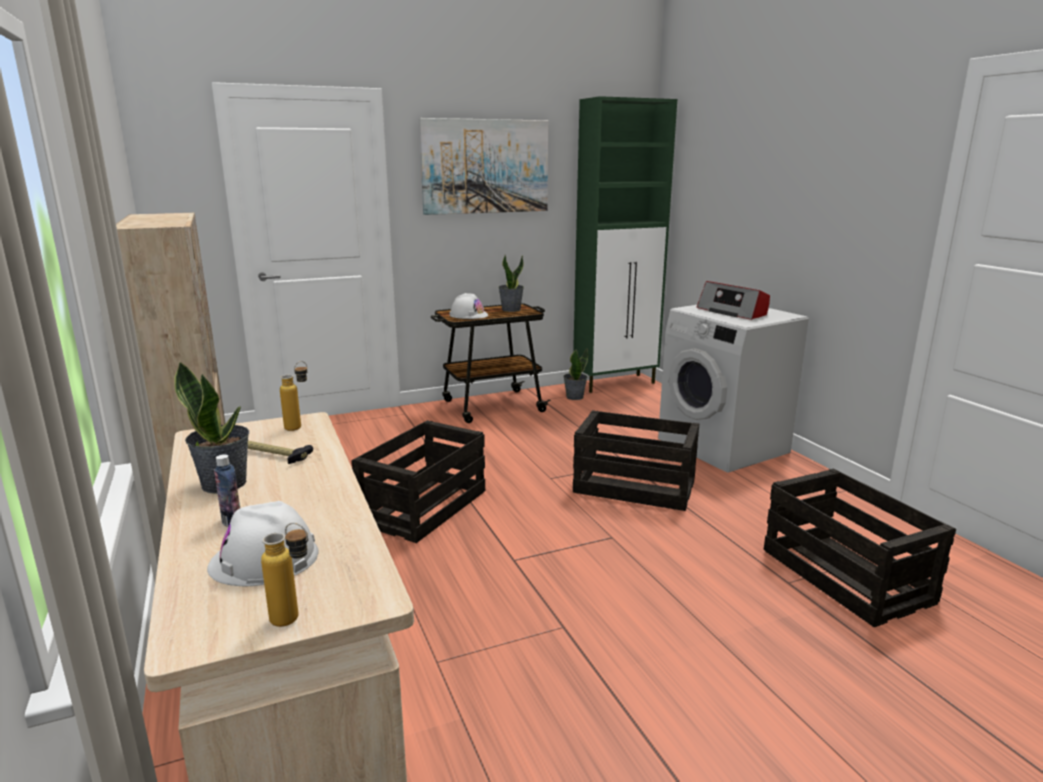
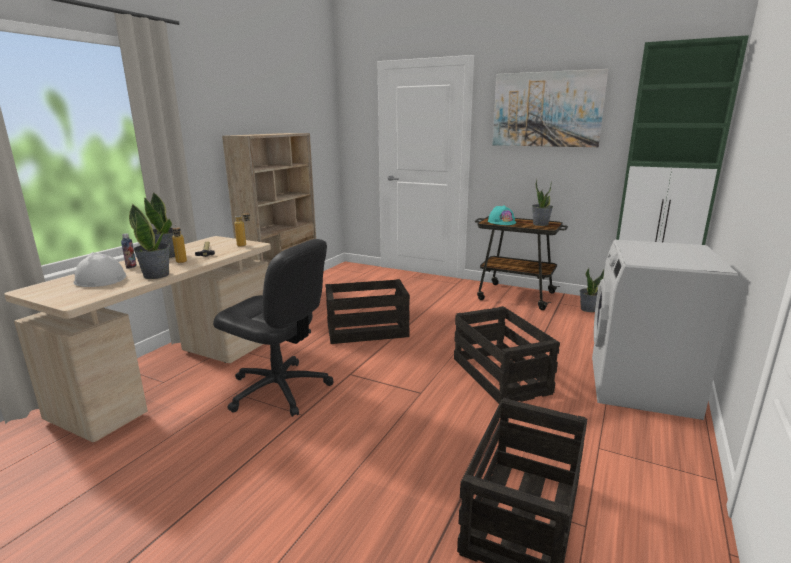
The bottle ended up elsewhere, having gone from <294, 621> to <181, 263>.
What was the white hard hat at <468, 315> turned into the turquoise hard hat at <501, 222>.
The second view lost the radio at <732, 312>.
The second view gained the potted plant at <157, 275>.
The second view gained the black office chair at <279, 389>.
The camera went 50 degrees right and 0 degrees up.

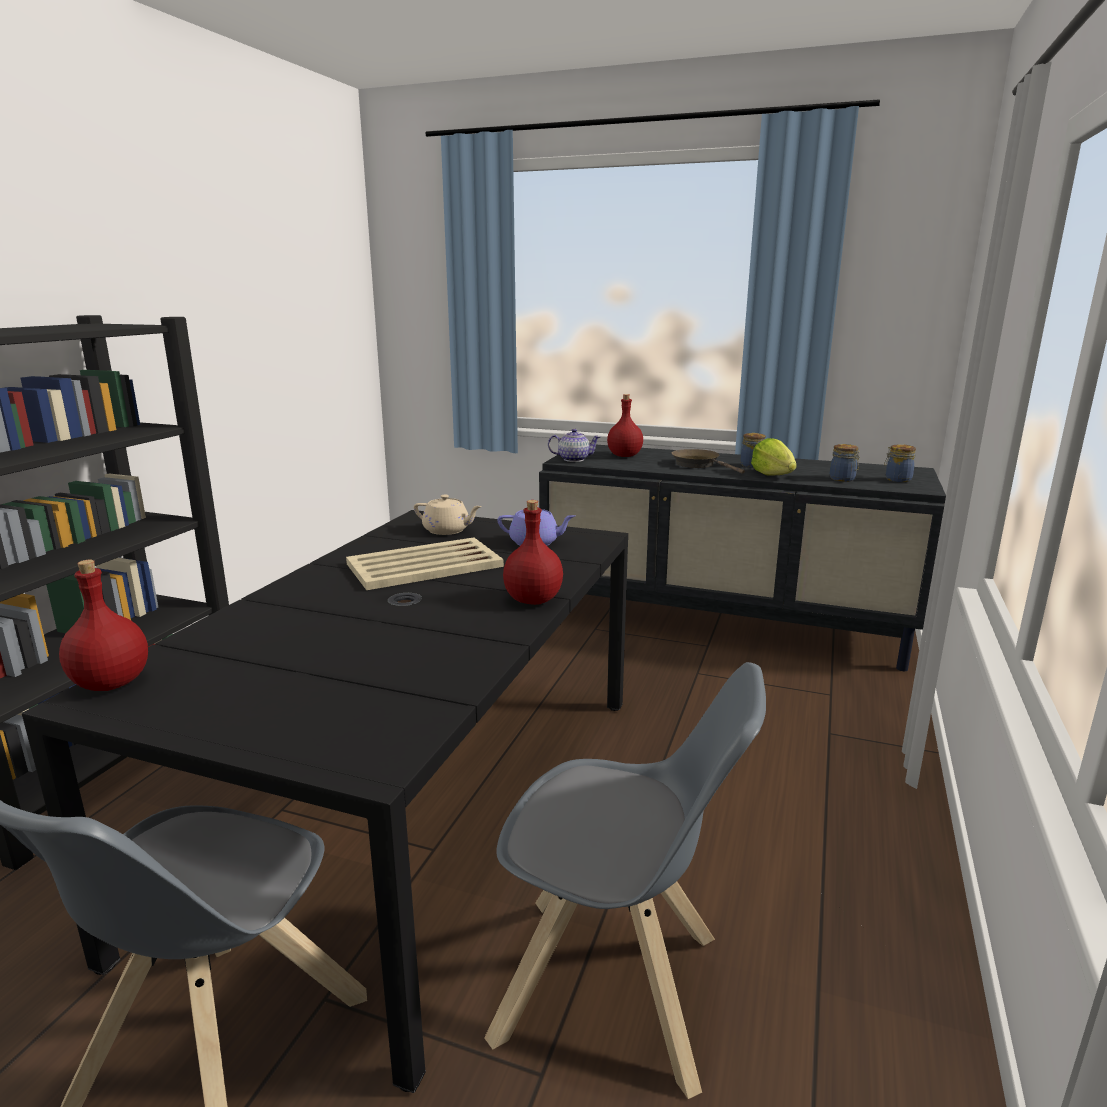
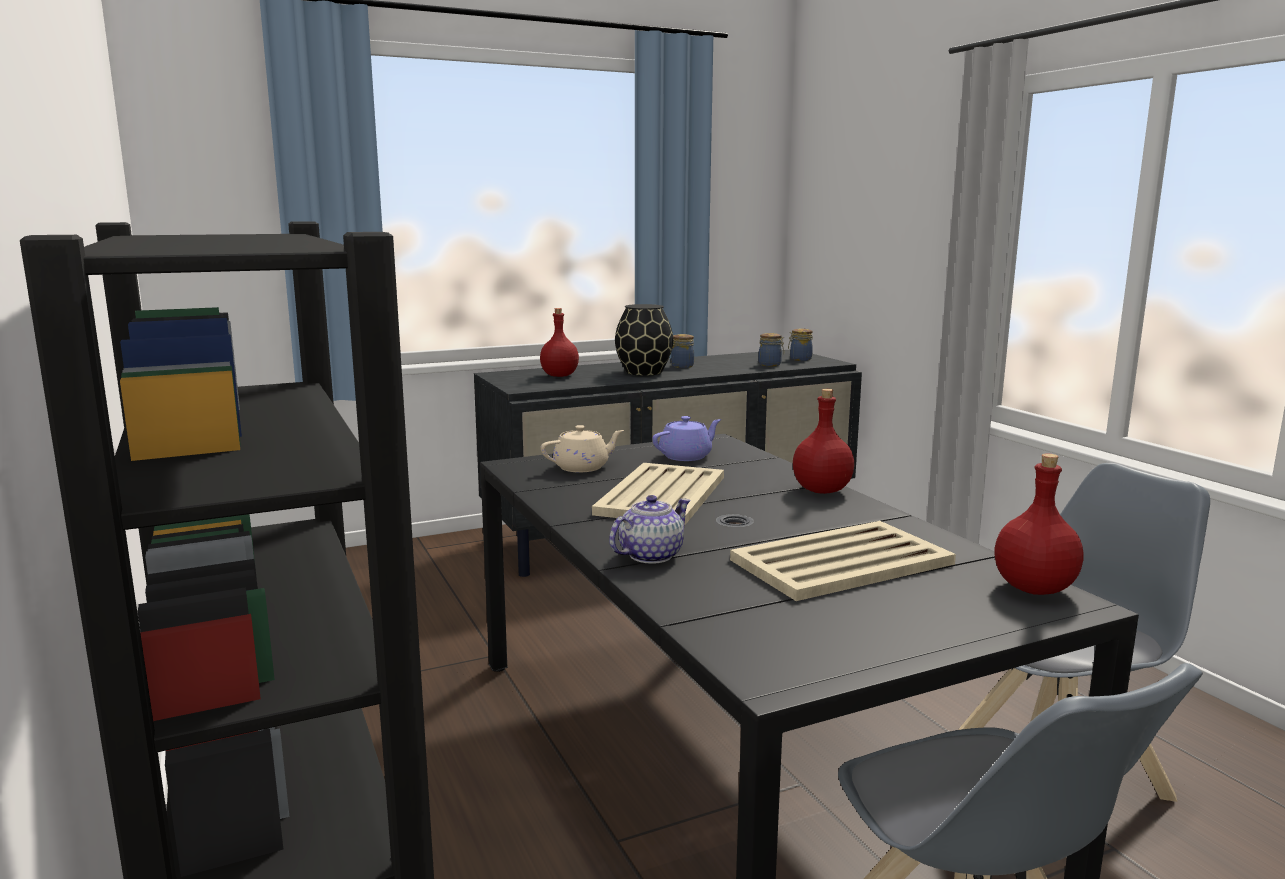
The red bottle ended up elsewhere, having gone from <111, 684> to <1035, 588>.
The teapot ended up elsewhere, having gone from <573, 459> to <650, 555>.
Where the brown frying pan stood at <698, 464>, the black vase came to stand at <643, 372>.
The second view lost the lettuce at <773, 475>.
The second view gained the beige tray at <839, 562>.
The camera went 45 degrees left and 5 degrees down.

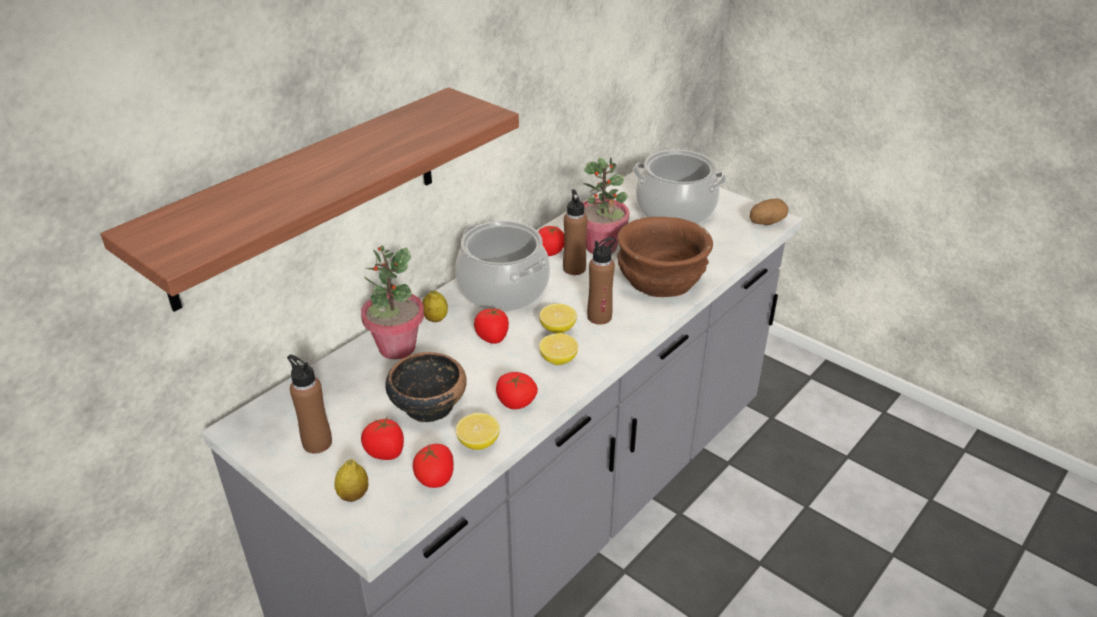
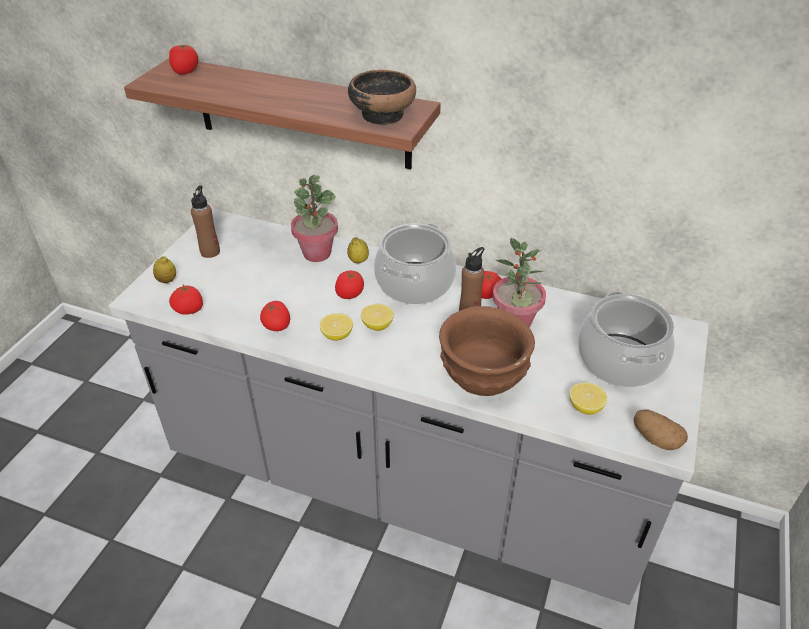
The tomato ended up elsewhere, having gone from <385, 452> to <185, 71>.
The bowl ended up elsewhere, having gone from <428, 405> to <382, 115>.
The lemon ended up elsewhere, having gone from <478, 443> to <585, 407>.
The second view lost the brown bottle at <599, 317>.
The camera went 70 degrees right and 5 degrees up.

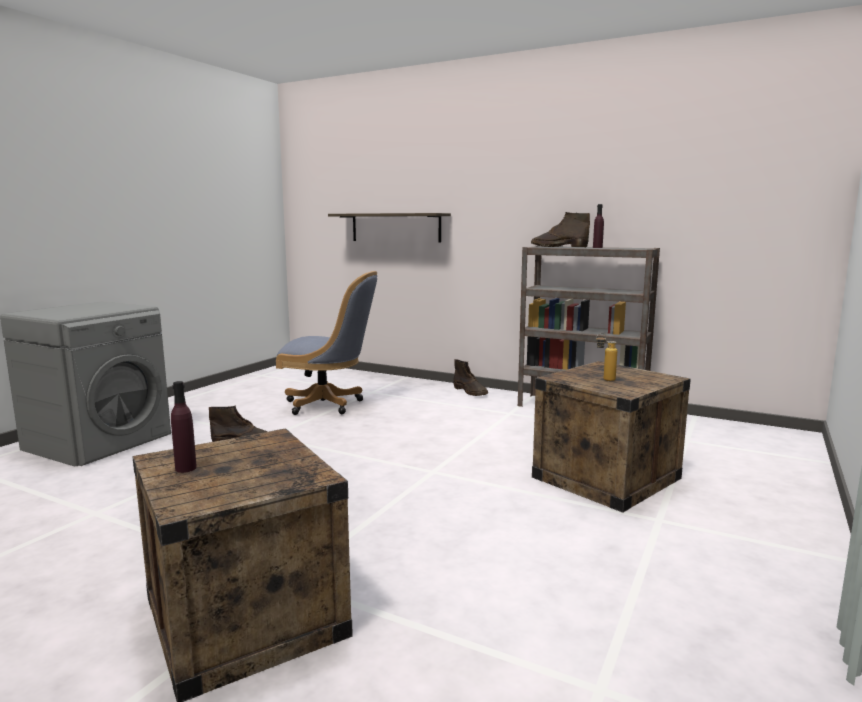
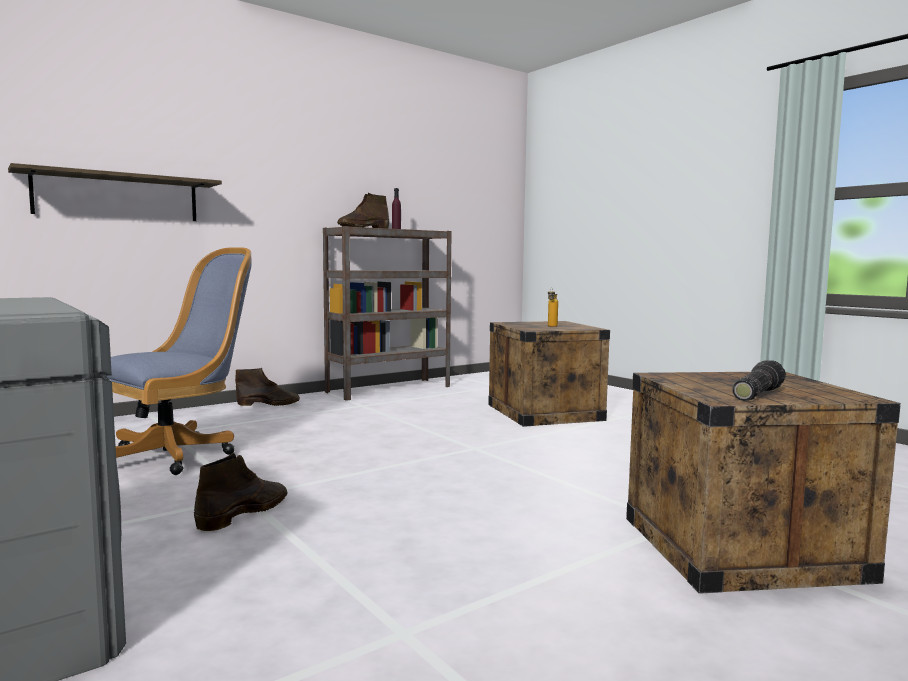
Where the purple bottle stood at <186, 468>, the flashlight came to stand at <755, 394>.
The camera went 65 degrees left and 5 degrees down.

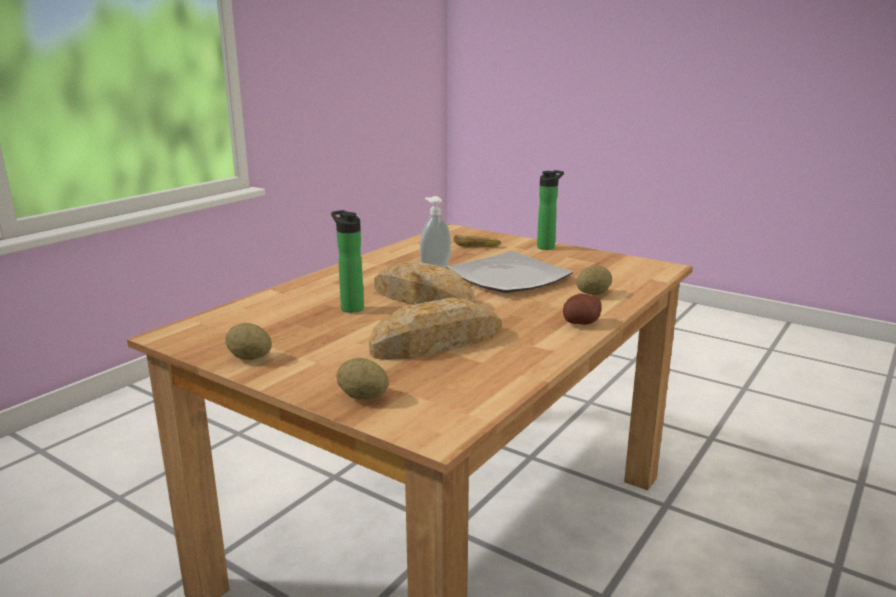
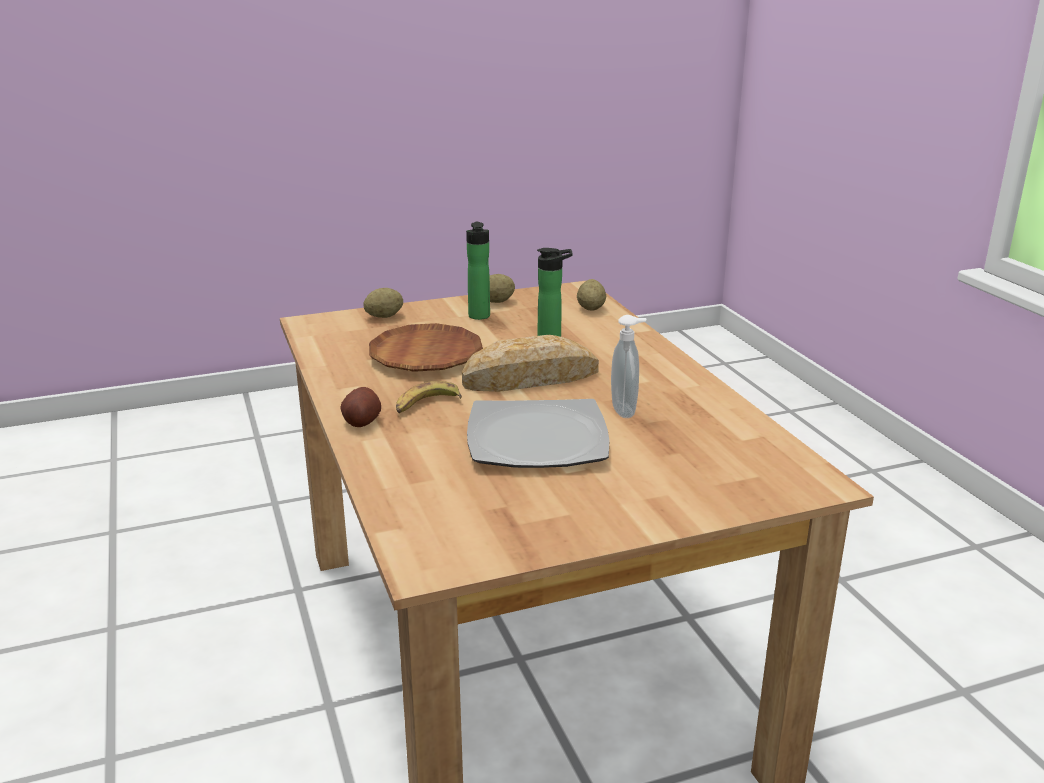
Where the bread stood at <437, 342>, the brown plate came to stand at <426, 356>.
The banana ended up elsewhere, having gone from <476, 245> to <426, 405>.
The bottle ended up elsewhere, having gone from <547, 247> to <479, 317>.
The potato ended up elsewhere, having gone from <593, 294> to <591, 308>.
The camera went 125 degrees right and 5 degrees up.

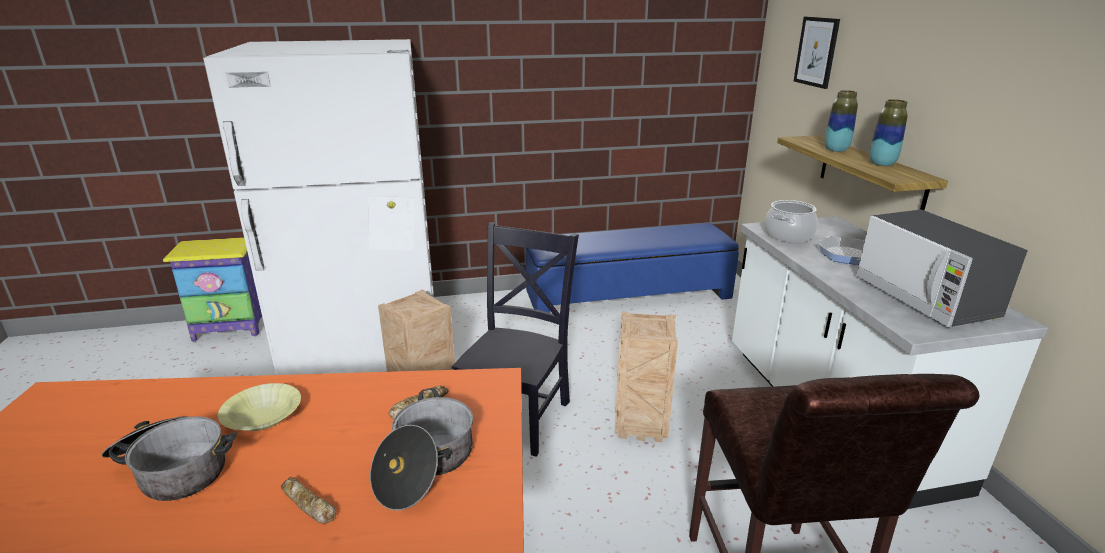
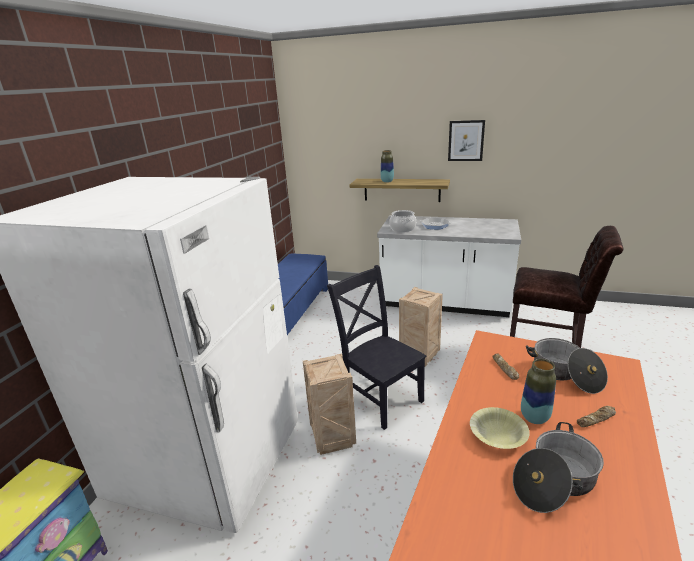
The picture ended up elsewhere, having gone from <816, 52> to <466, 140>.
The second view lost the microwave at <925, 298>.
The vase ended up elsewhere, having gone from <882, 164> to <534, 418>.
The camera went 60 degrees left and 0 degrees up.

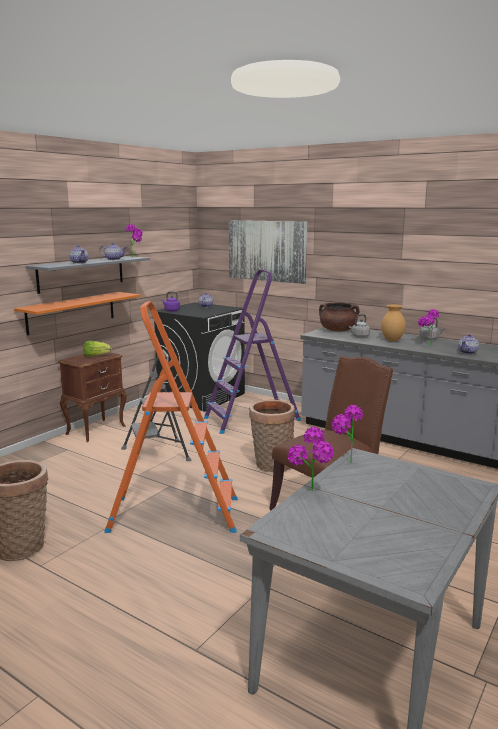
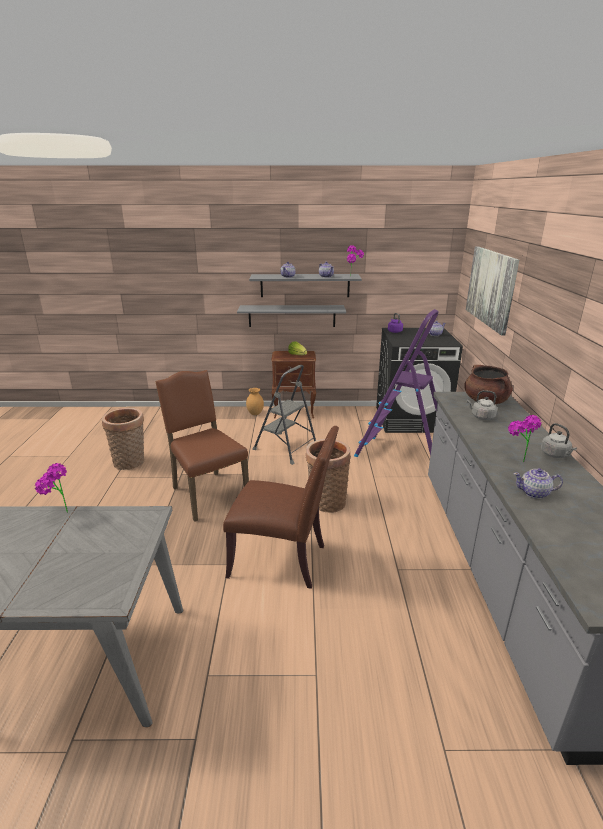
What was the orange shelf at <71, 312> turned into the grey shelf at <292, 316>.
Where the orange step ladder stood at <175, 514>, the brown chair came to stand at <207, 493>.
The second view lost the potted plant at <343, 462>.
The brown vase ended up elsewhere, having gone from <392, 340> to <255, 414>.
The camera went 55 degrees right and 10 degrees up.

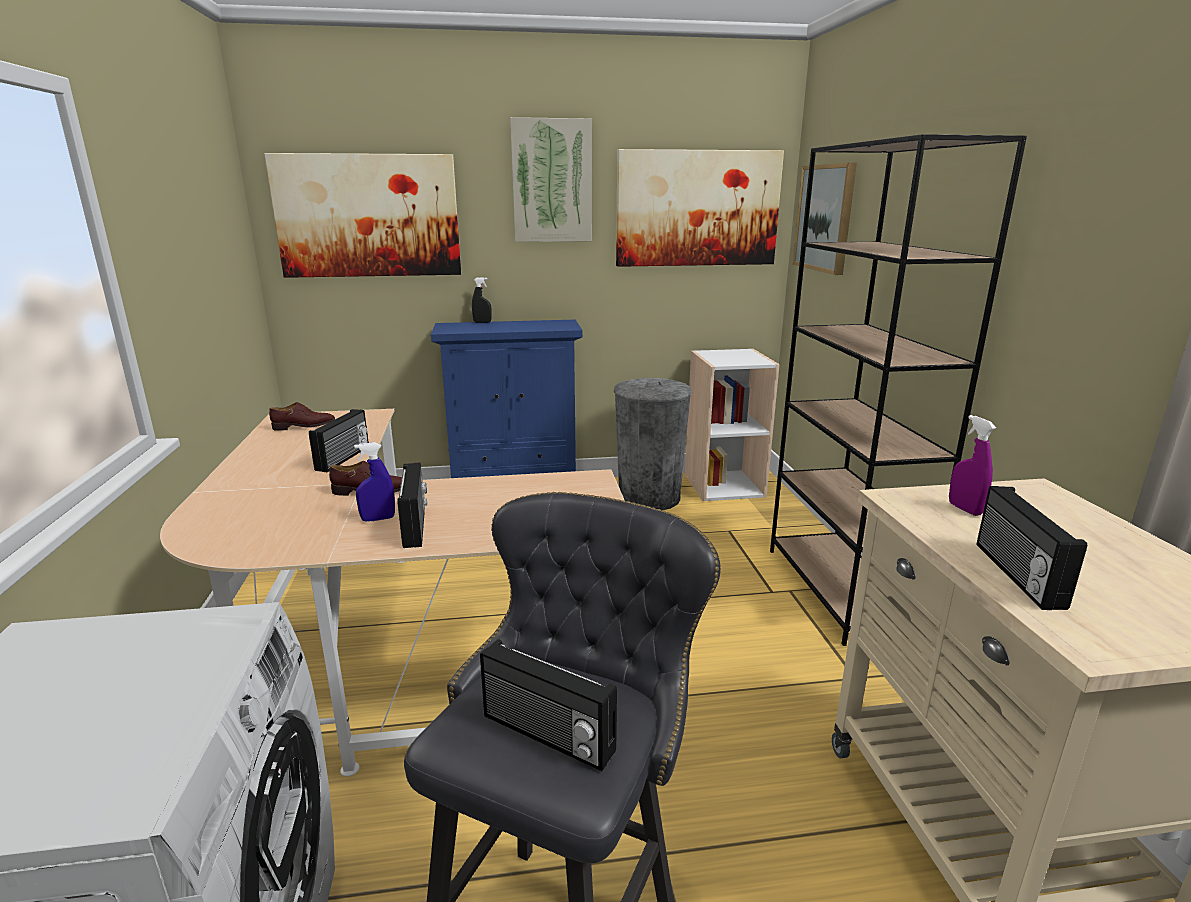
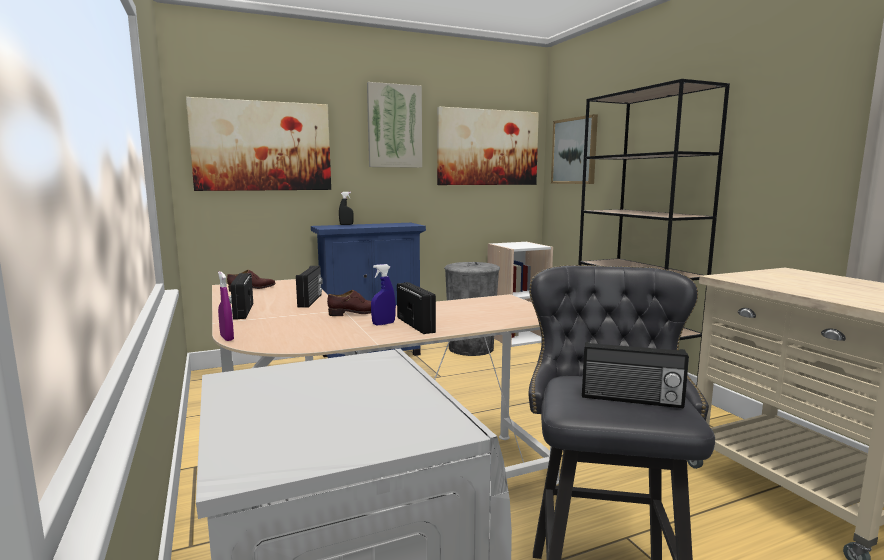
The purple spray bottle ended up elsewhere, having gone from <964, 509> to <227, 338>.
The radio ended up elsewhere, having gone from <1015, 574> to <242, 311>.
The camera went 15 degrees left and 10 degrees down.

